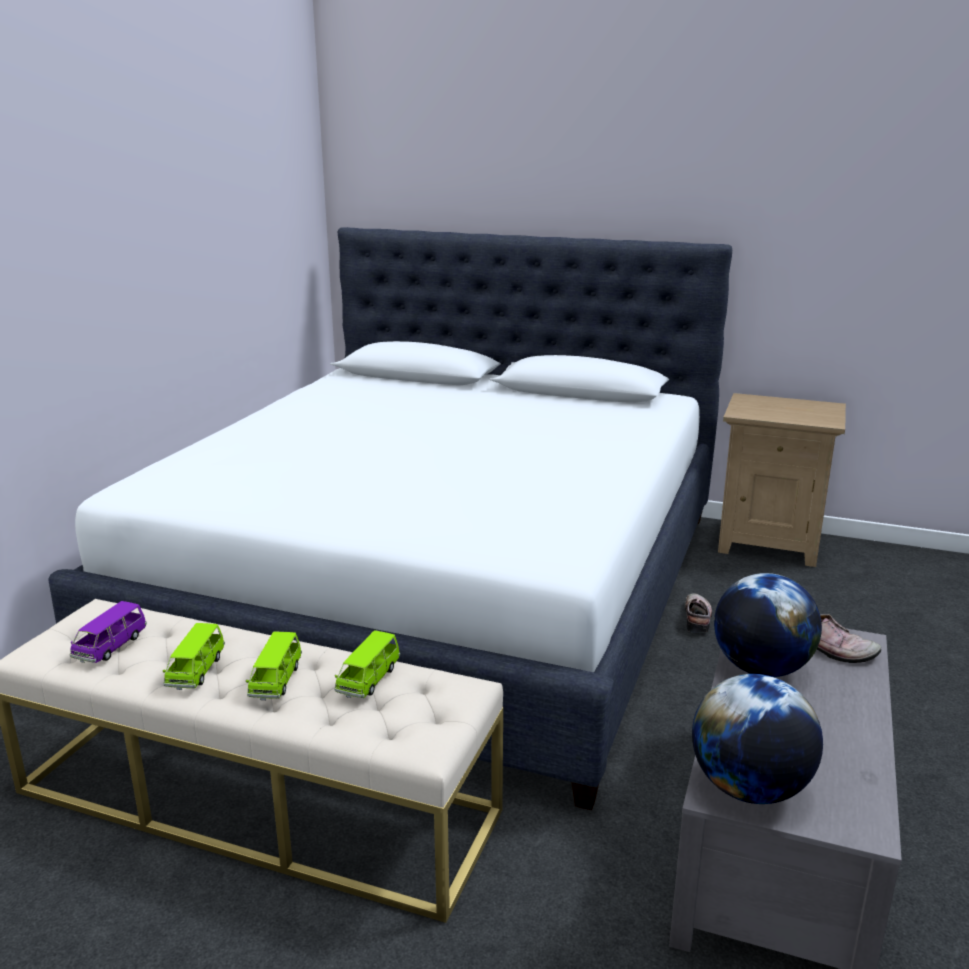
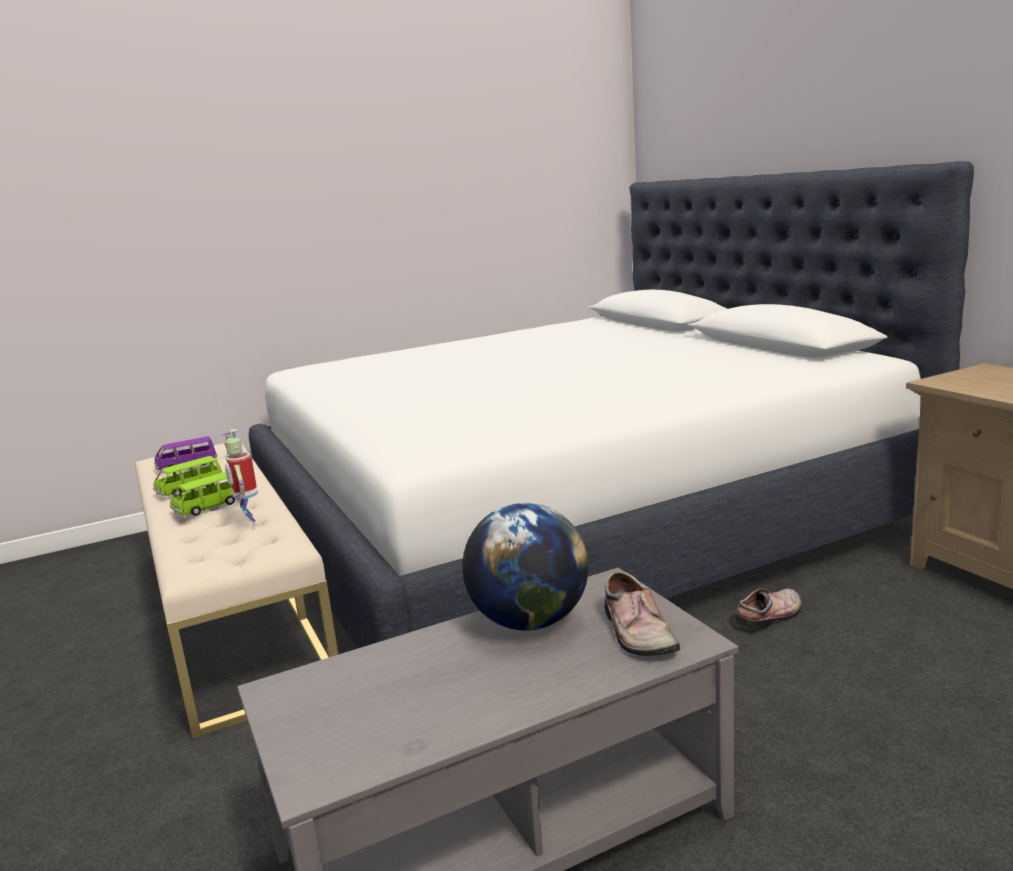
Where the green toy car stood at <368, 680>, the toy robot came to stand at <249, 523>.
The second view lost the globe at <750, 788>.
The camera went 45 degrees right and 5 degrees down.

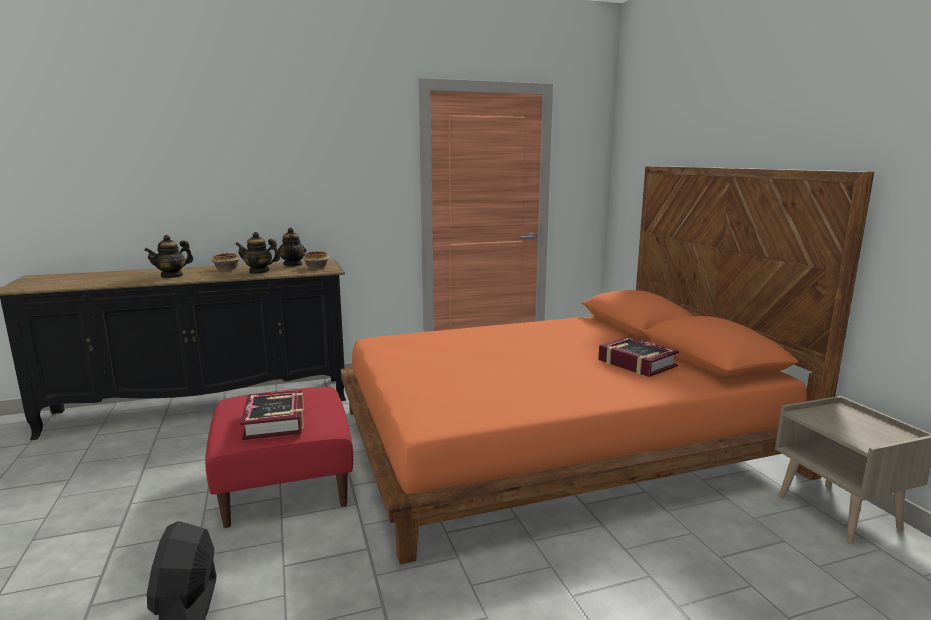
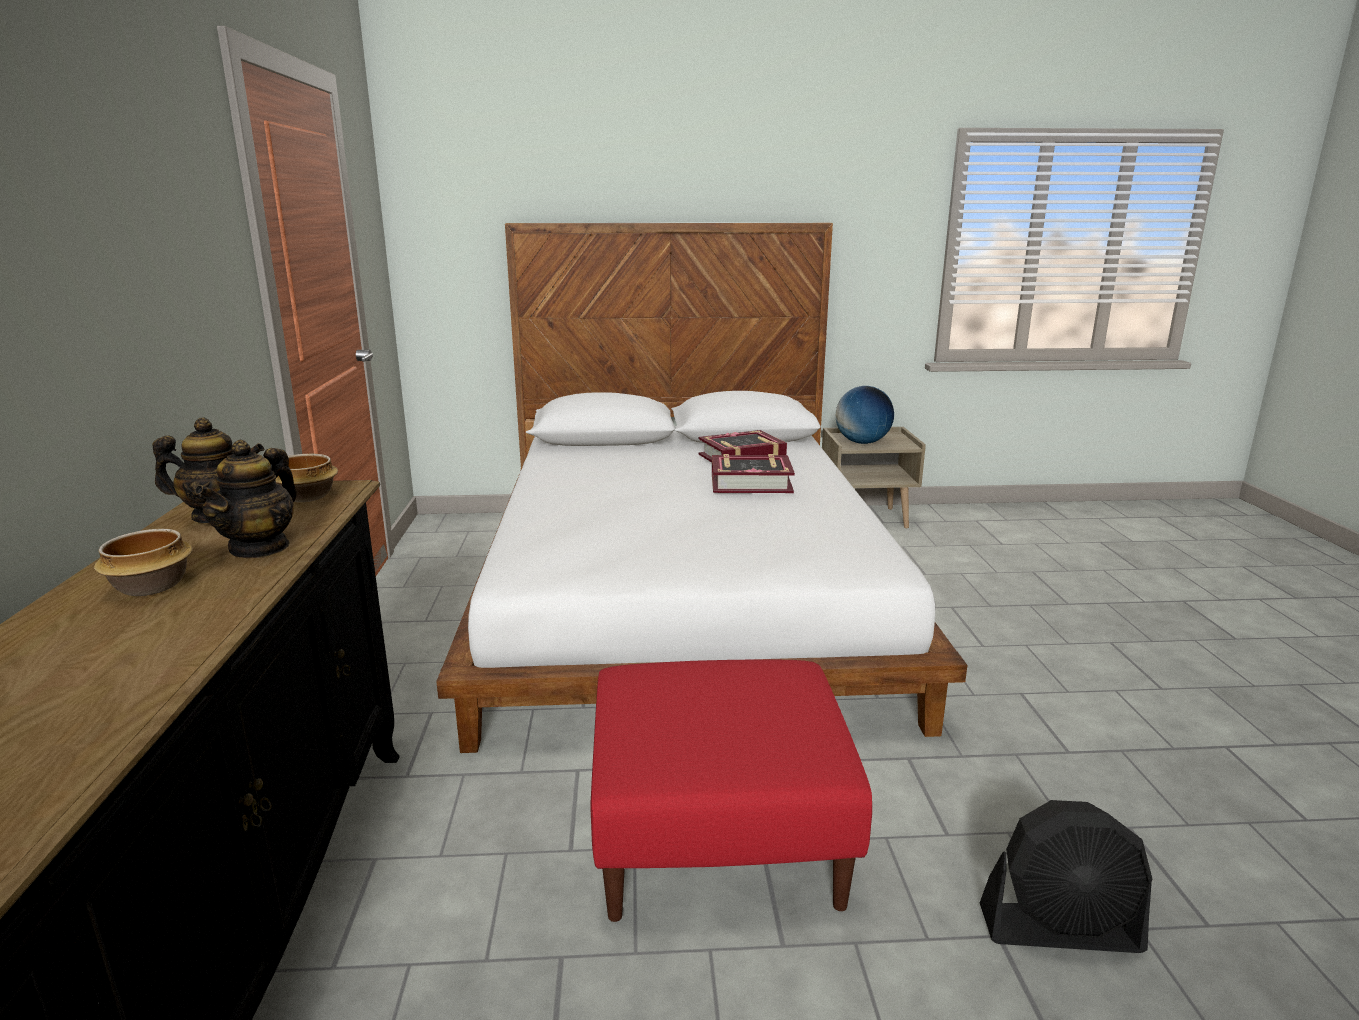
The second view lost the teapot at <172, 276>.
The book ended up elsewhere, having gone from <275, 422> to <751, 483>.
What was the orange bed at <554, 440> turned into the white bed at <685, 597>.
The second view gained the globe at <862, 442>.
The camera went 75 degrees left and 5 degrees up.

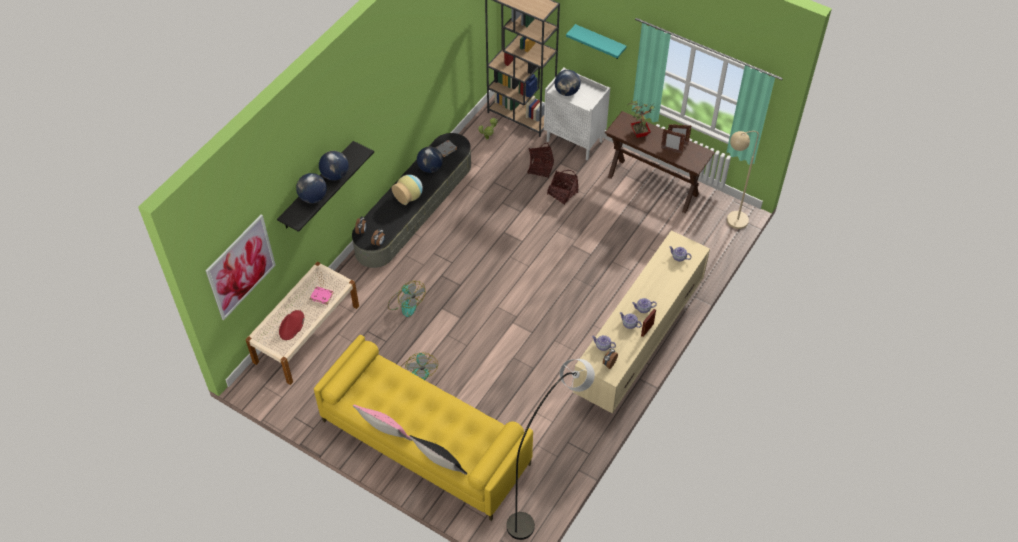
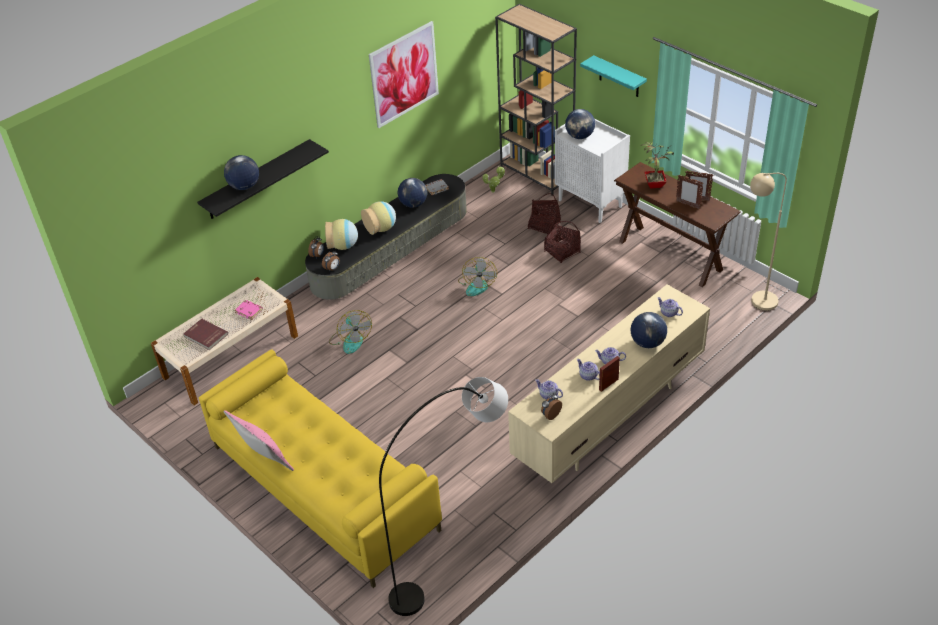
The picture ended up elsewhere, having gone from <241, 267> to <404, 74>.
Where the red hat stood at <291, 325>, the red book came to stand at <205, 336>.
The globe ended up elsewhere, having gone from <335, 175> to <647, 342>.
The fan ended up elsewhere, having gone from <418, 371> to <477, 284>.
The second view lost the black pillow at <440, 467>.
The second view gained the vase at <343, 246>.
The camera went 15 degrees right and 10 degrees down.

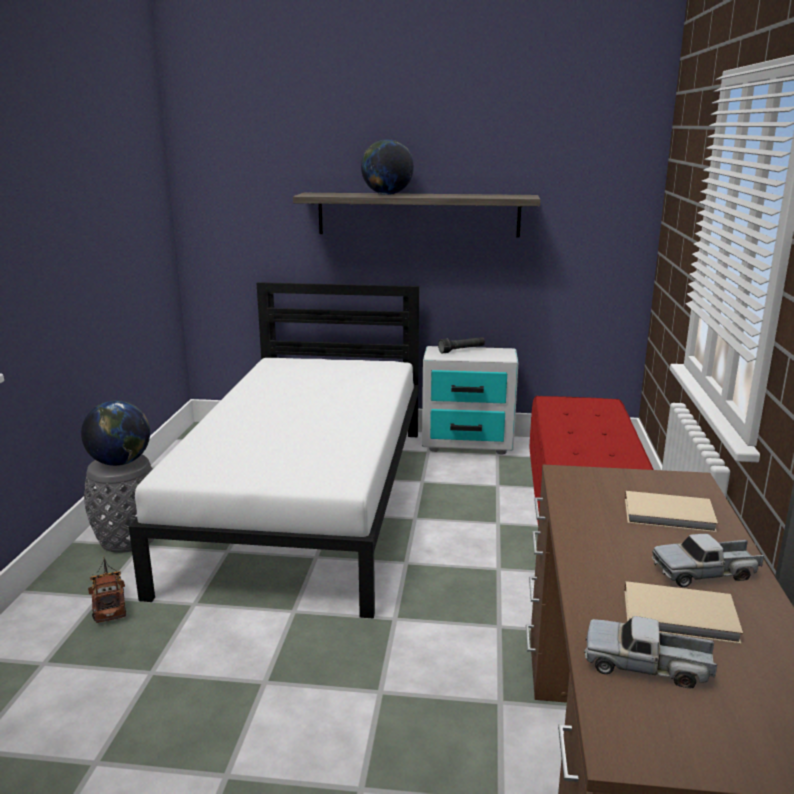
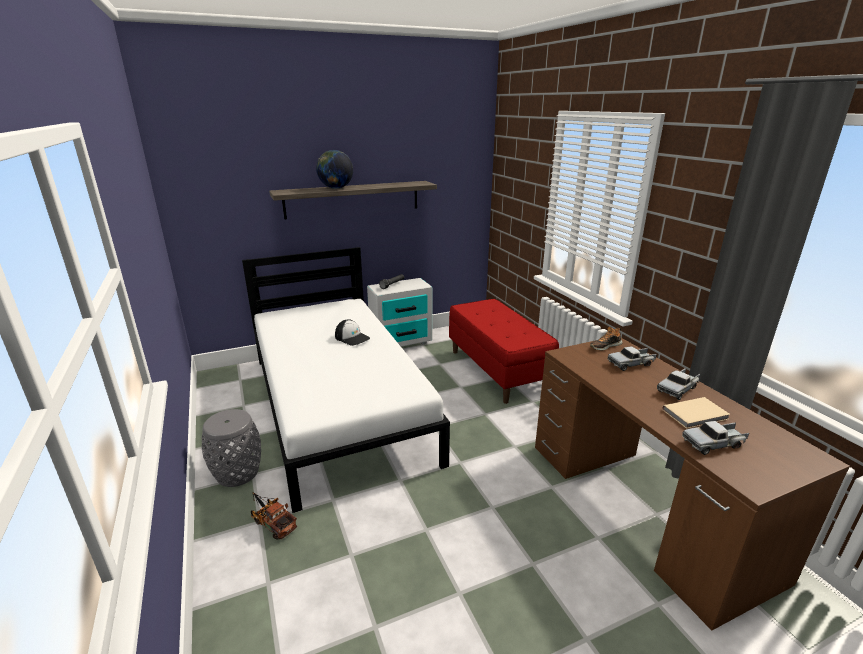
The second view lost the globe at <120, 463>.
Where the beige book stood at <670, 515>, the toy truck came to stand at <631, 364>.
The second view gained the cap at <352, 338>.
The second view gained the shoe at <605, 346>.
The camera went 30 degrees left and 5 degrees up.

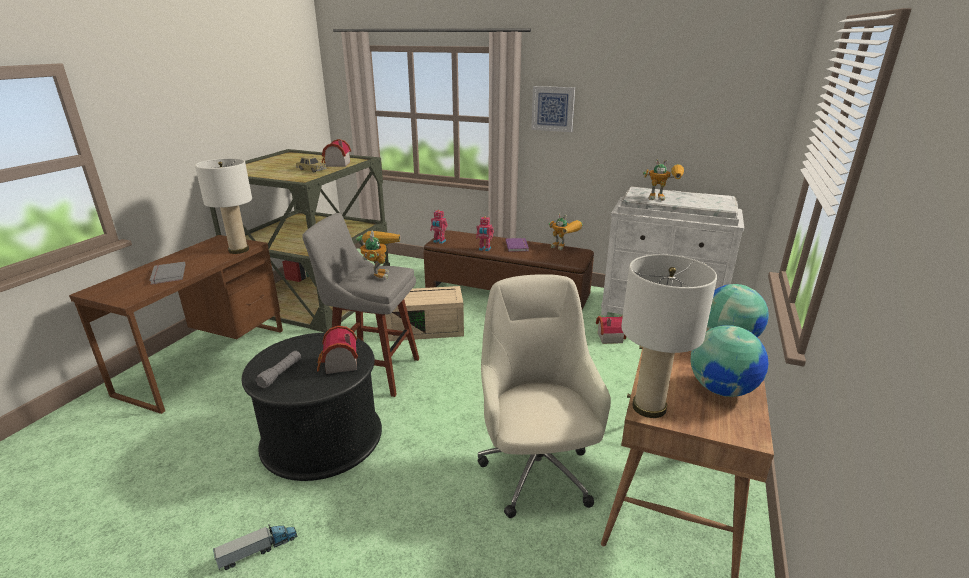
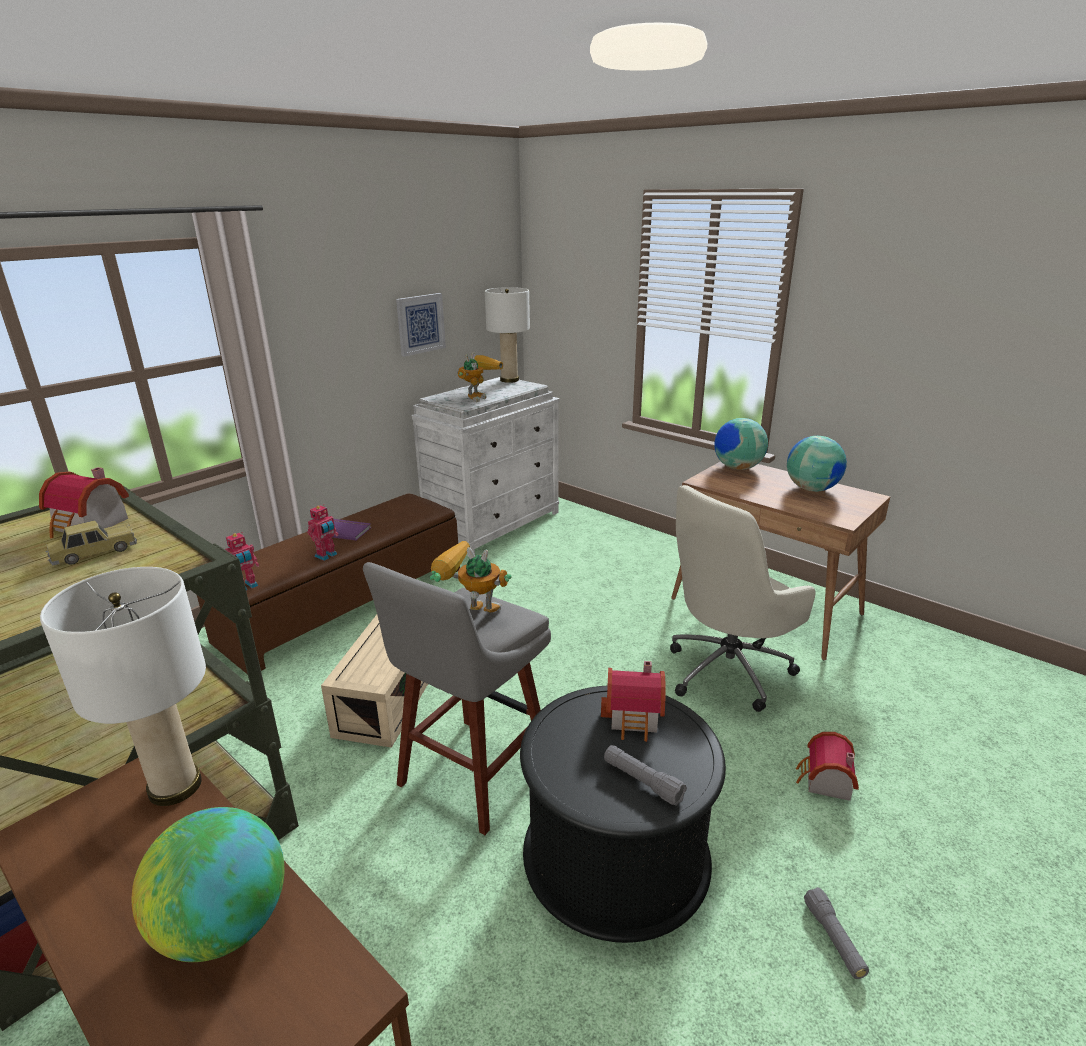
Where the grey book stood at <167, 275>, the globe came to stand at <225, 926>.
Where the toy truck stood at <258, 550>, the grey flashlight came to stand at <834, 939>.
The beige office chair at <536, 471> ended up facing another way, 45 degrees counterclockwise from before.
The picture ended up elsewhere, having gone from <553, 109> to <420, 324>.
The second view lost the toy robot at <564, 248>.
The toy house ended up elsewhere, having gone from <608, 337> to <824, 782>.
The white table lamp ended up elsewhere, having gone from <648, 407> to <509, 380>.
The camera went 70 degrees left and 0 degrees up.

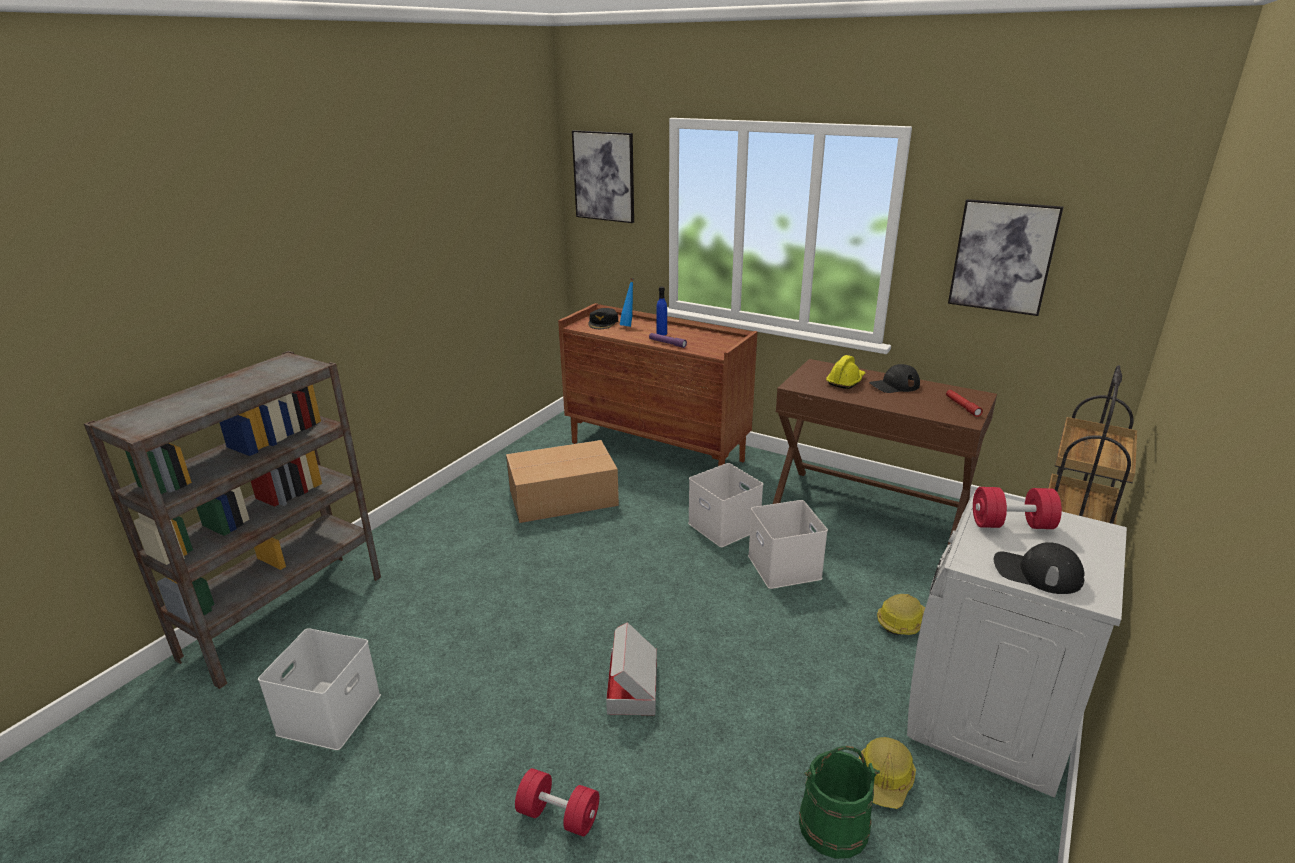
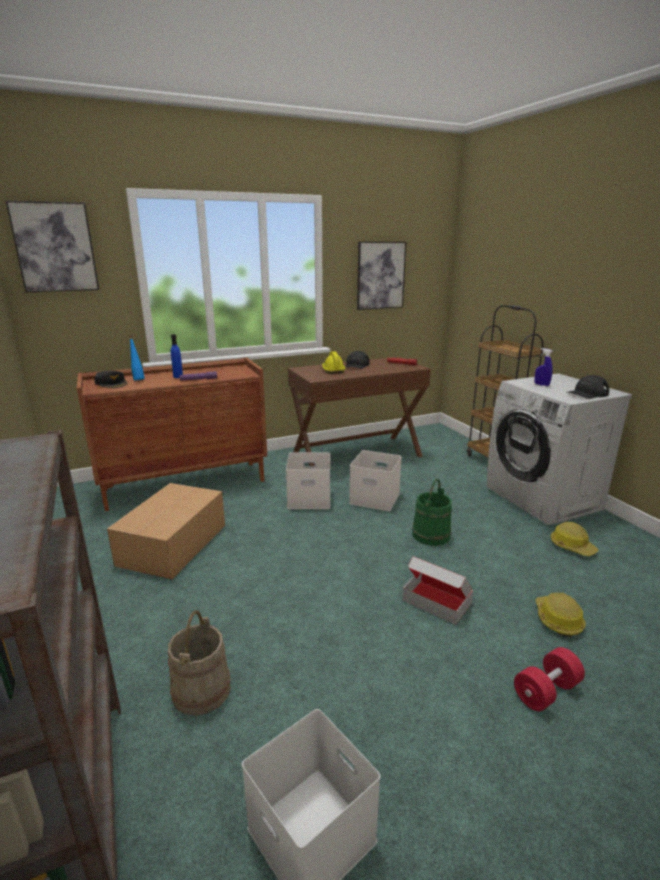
The green bucket ended up elsewhere, having gone from <833, 826> to <431, 535>.
The hard hat ended up elsewhere, having gone from <902, 621> to <557, 620>.
Where the red dumbbell stood at <1011, 524>, the blue spray bottle came to stand at <541, 385>.
The second view gained the beige bucket at <201, 690>.
The camera went 55 degrees left and 5 degrees down.

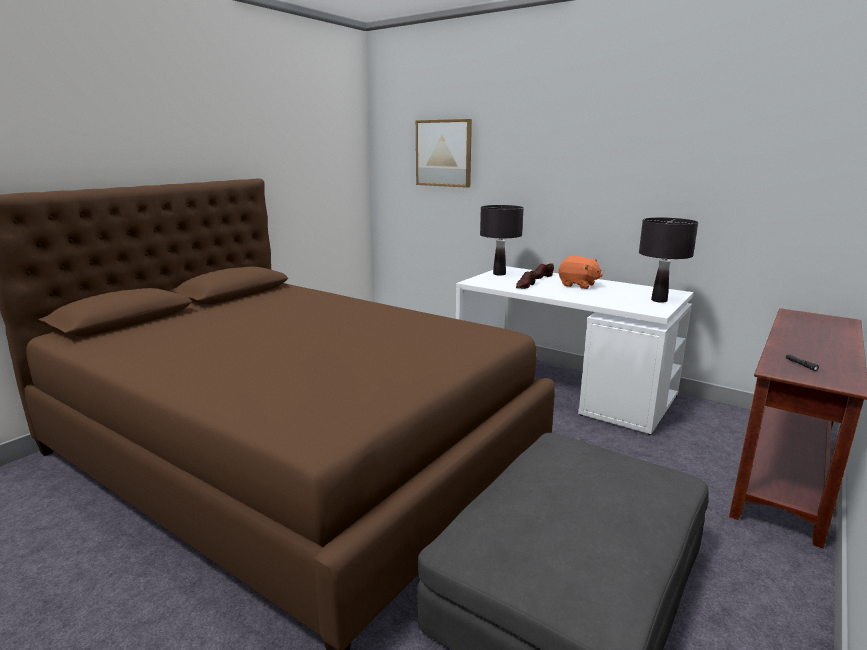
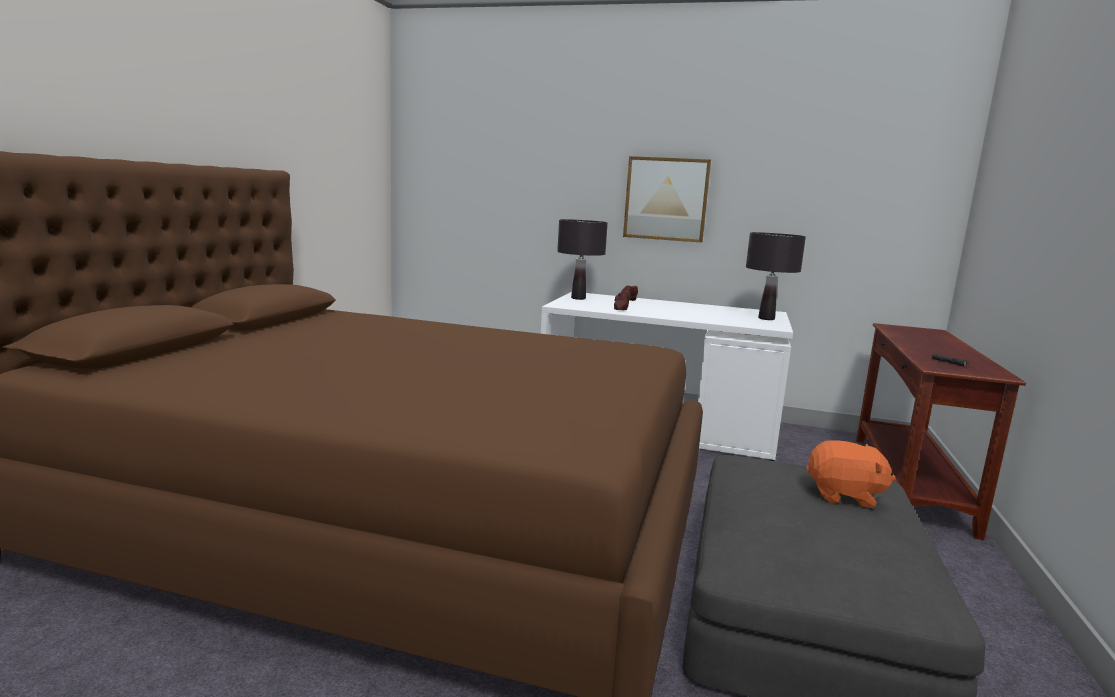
The picture ended up elsewhere, having gone from <444, 153> to <666, 199>.
The orange plush toy ended up elsewhere, having gone from <578, 285> to <844, 496>.
The camera went 20 degrees left and 5 degrees down.

